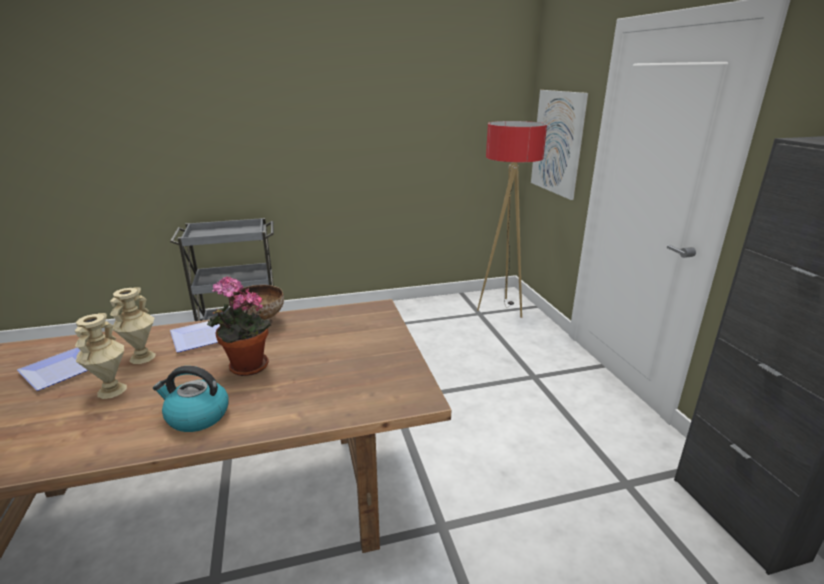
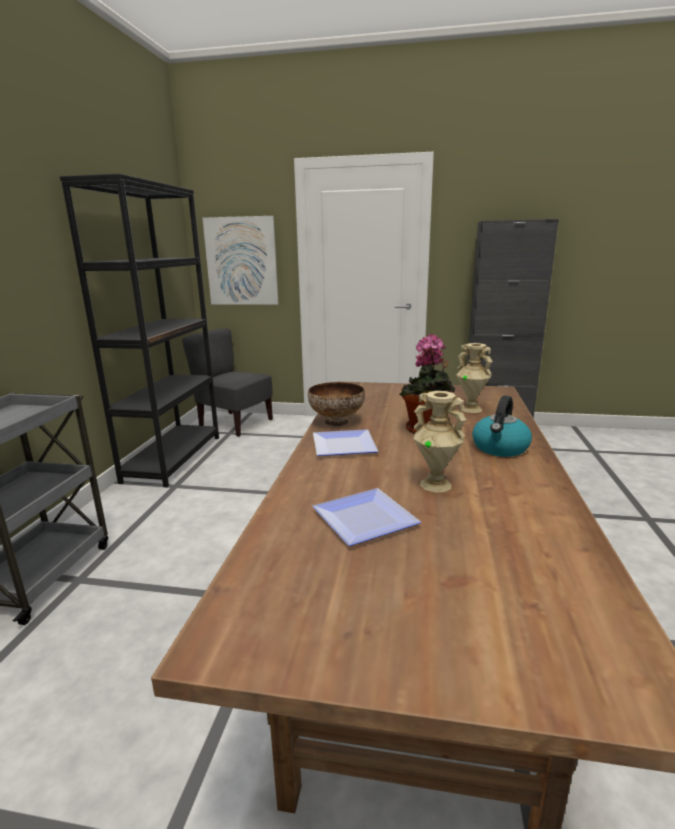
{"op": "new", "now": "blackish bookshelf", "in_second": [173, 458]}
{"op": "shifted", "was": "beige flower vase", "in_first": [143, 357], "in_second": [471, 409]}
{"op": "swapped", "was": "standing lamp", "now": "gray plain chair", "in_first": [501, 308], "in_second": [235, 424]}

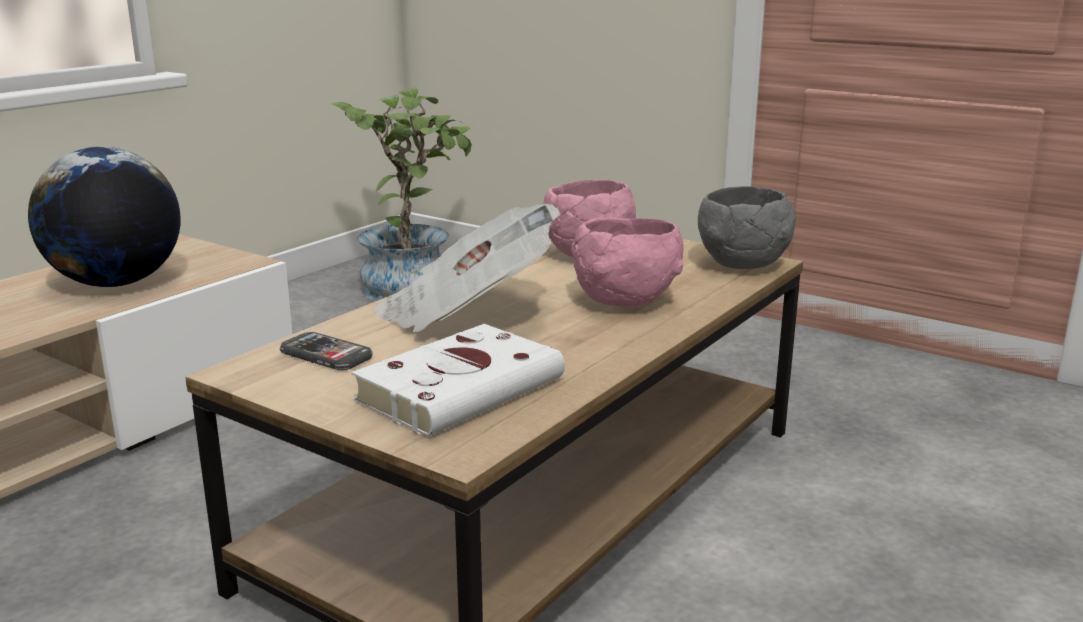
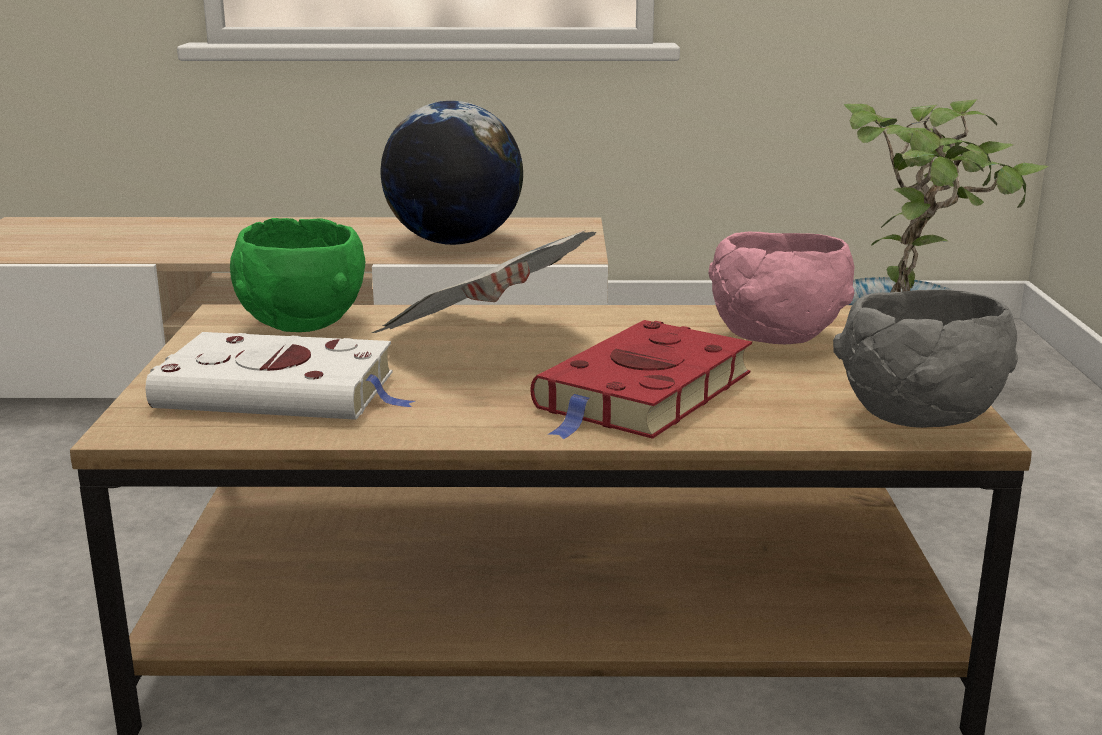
{"op": "swapped", "was": "handset", "now": "green serving bowl", "in_first": [326, 354], "in_second": [301, 326]}
{"op": "swapped", "was": "pink serving bowl", "now": "red-coloured bound book", "in_first": [626, 302], "in_second": [642, 393]}

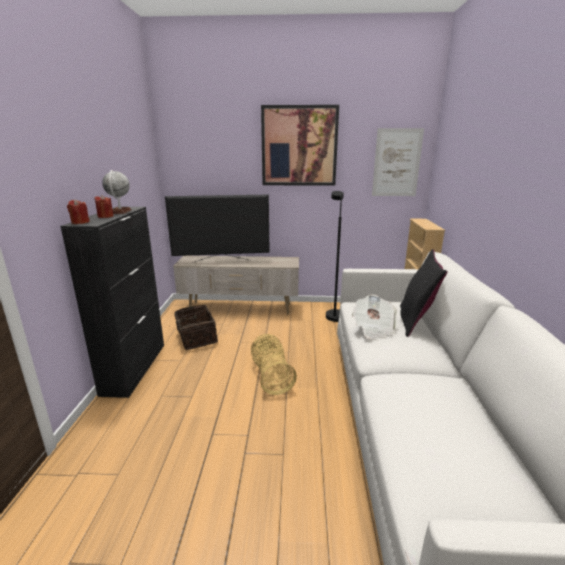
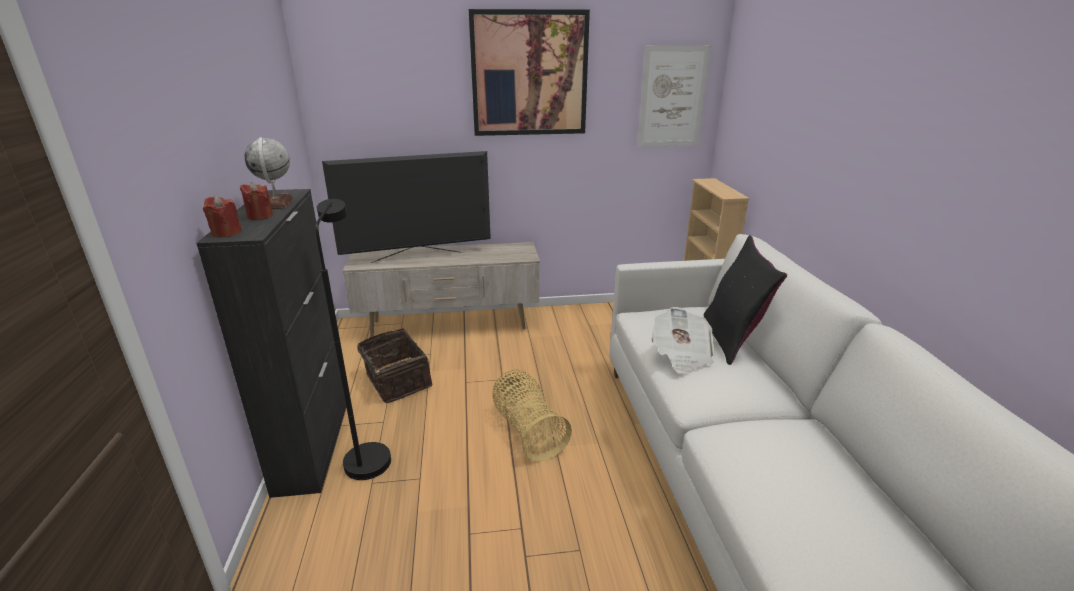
{"op": "shifted", "was": "blackish standing lamp", "in_first": [334, 314], "in_second": [367, 454]}

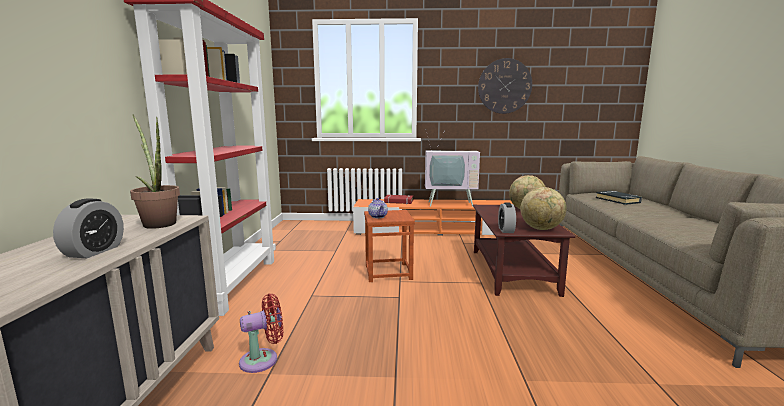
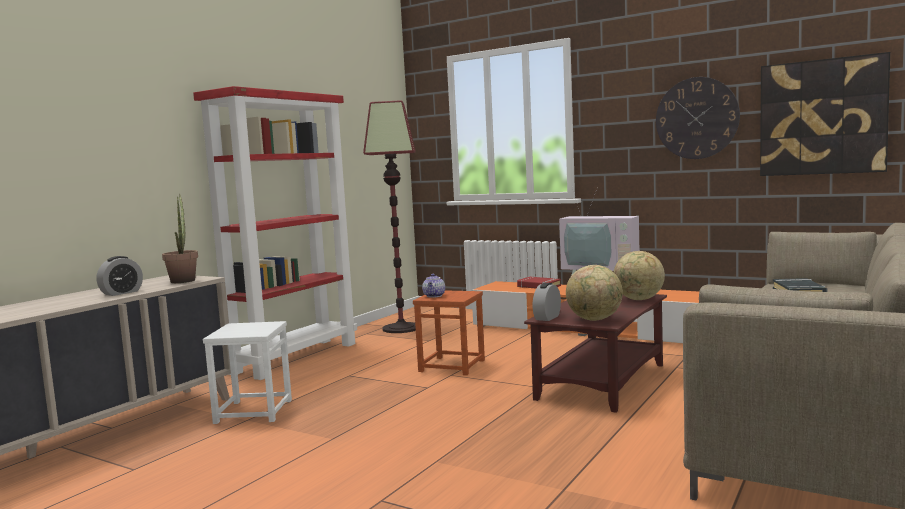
{"op": "new", "now": "standing lamp", "in_second": [401, 328]}
{"op": "new", "now": "wall art", "in_second": [822, 117]}
{"op": "swapped", "was": "red-coloured electric fan", "now": "white-coloured sitting stool", "in_first": [263, 360], "in_second": [253, 411]}

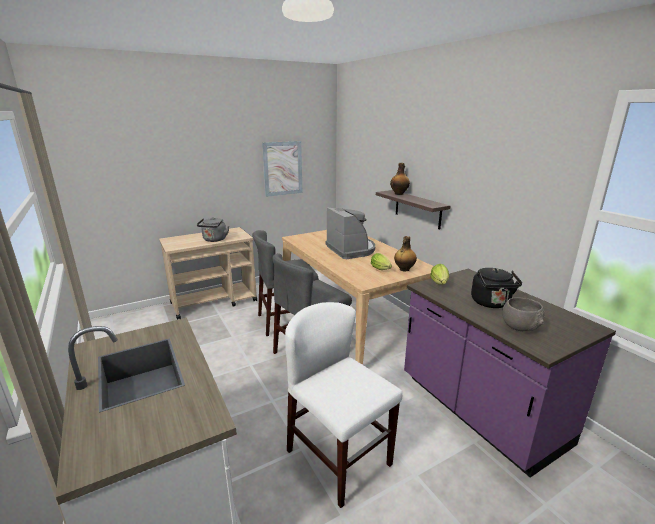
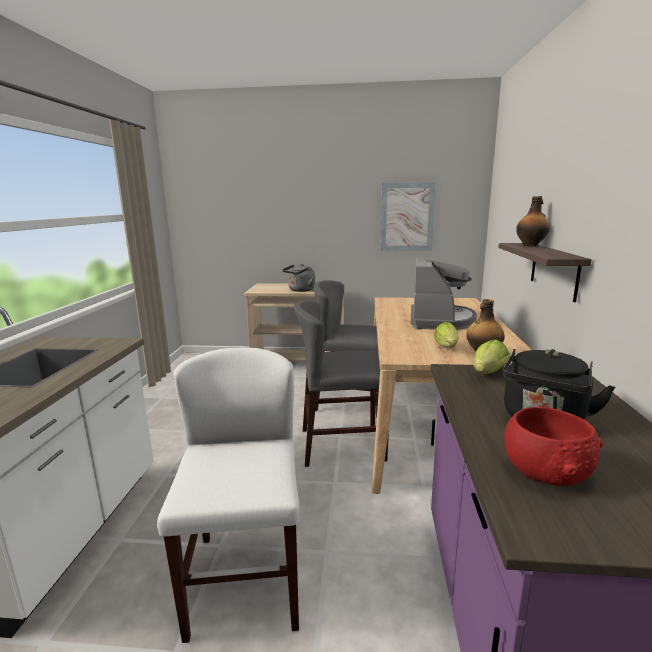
{"op": "repainted", "was": "gray serving bowl", "now": "red-coloured serving bowl", "in_first": [520, 326], "in_second": [546, 472]}

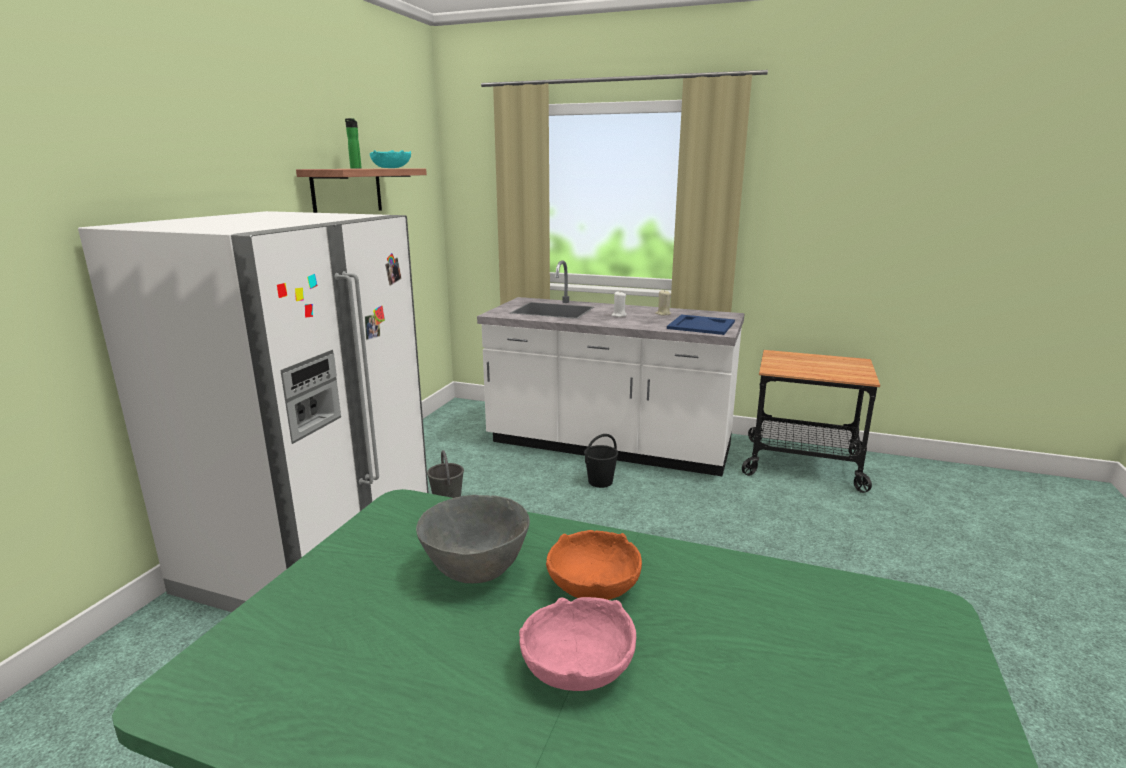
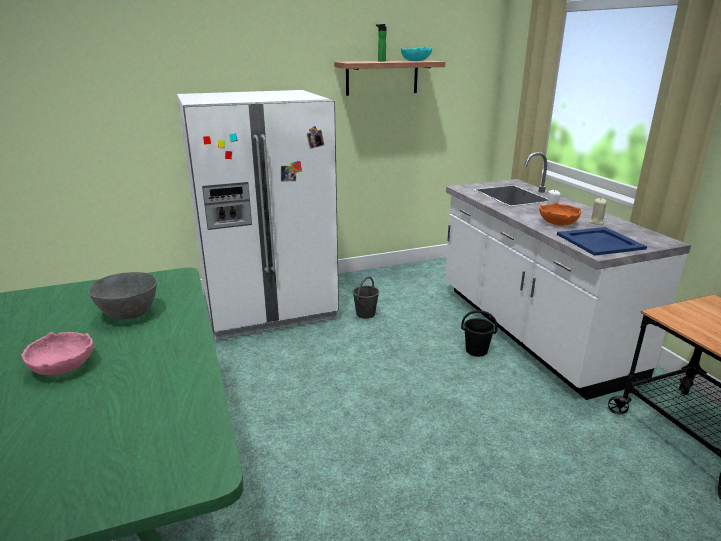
{"op": "shifted", "was": "orange serving bowl", "in_first": [595, 586], "in_second": [558, 223]}

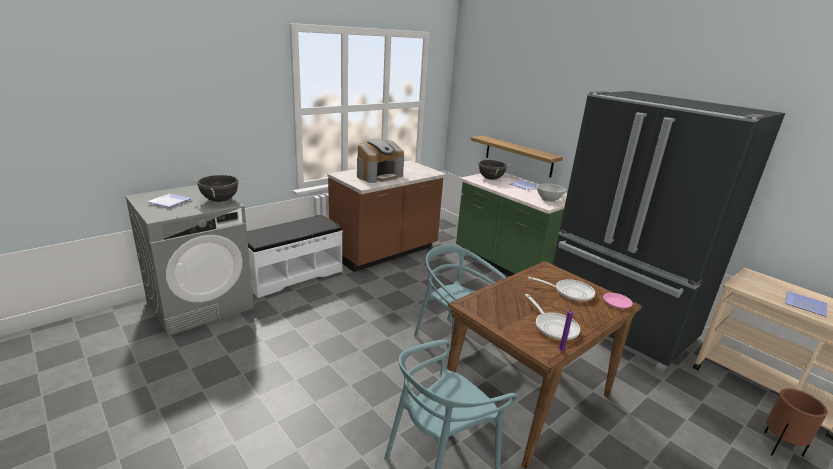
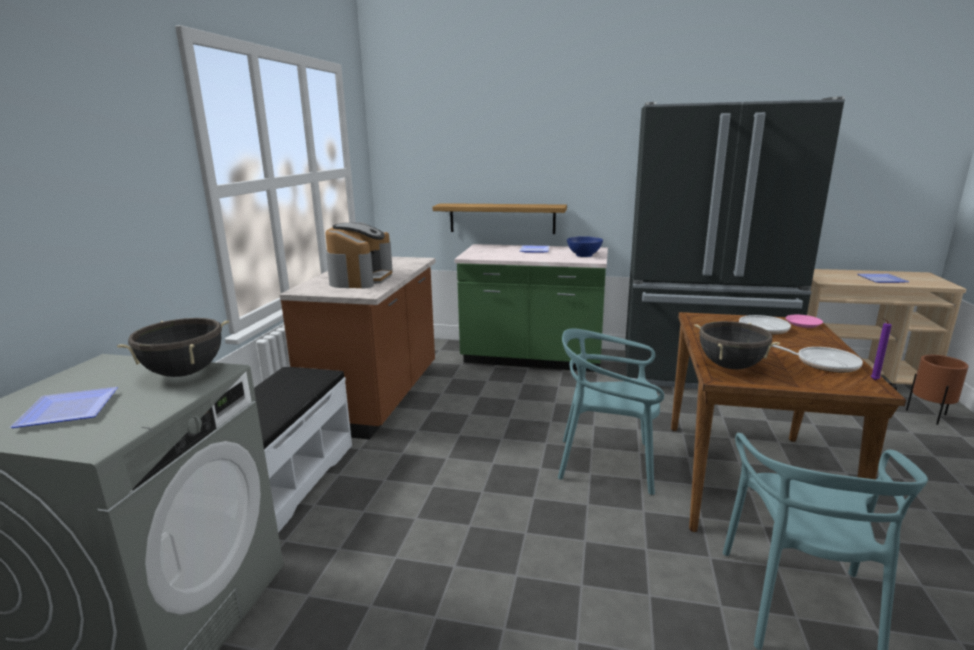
{"op": "shifted", "was": "blackish saucepot", "in_first": [490, 179], "in_second": [730, 366]}
{"op": "repainted", "was": "white-coloured serving bowl", "now": "blue serving bowl", "in_first": [548, 199], "in_second": [584, 255]}

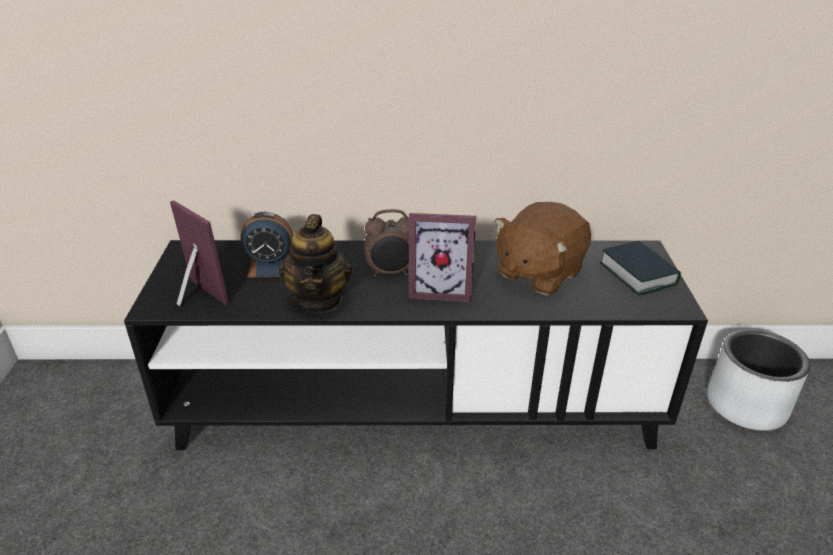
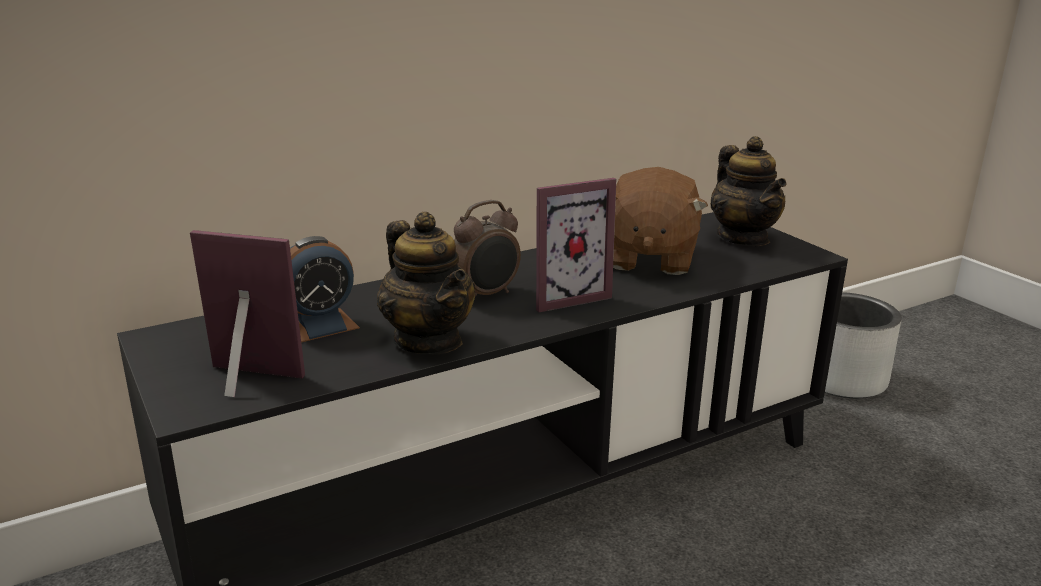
{"op": "swapped", "was": "bound book", "now": "tea pot", "in_first": [637, 274], "in_second": [743, 238]}

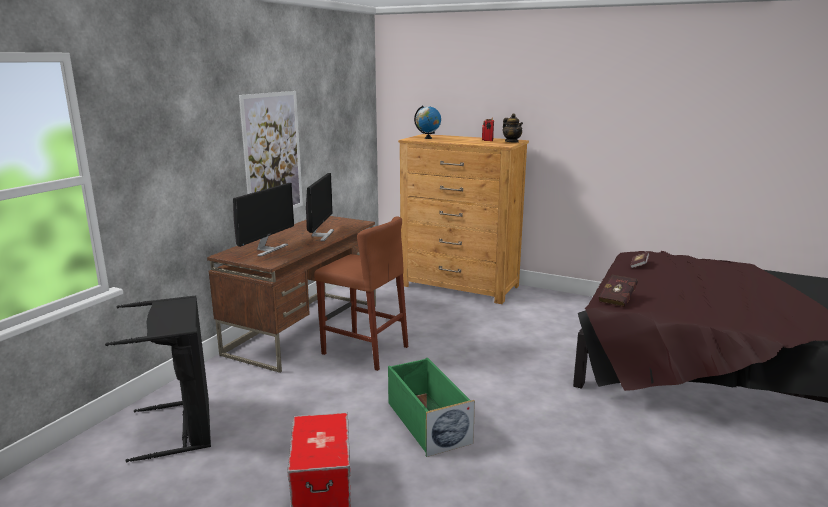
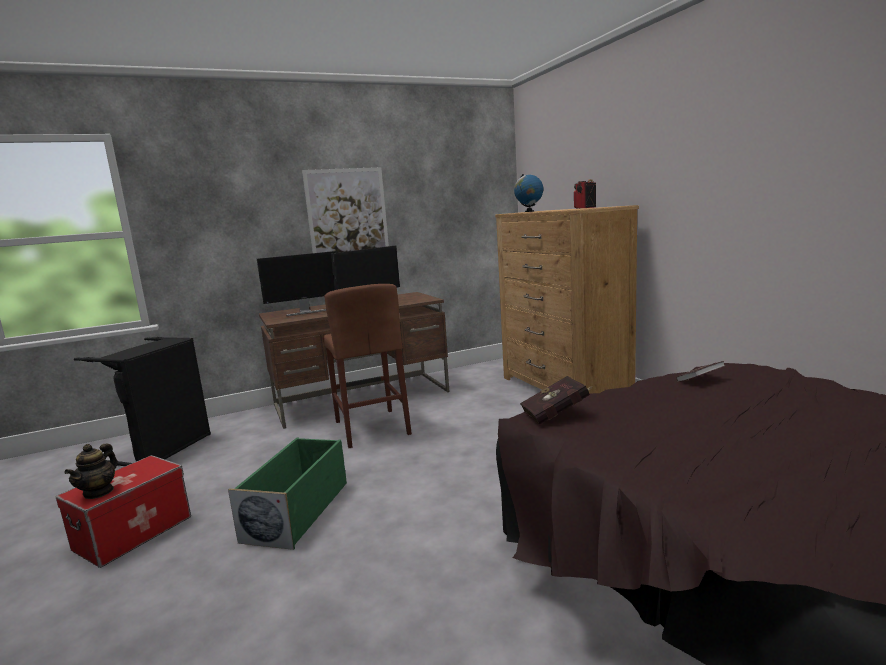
{"op": "shifted", "was": "tea pot", "in_first": [512, 142], "in_second": [99, 492]}

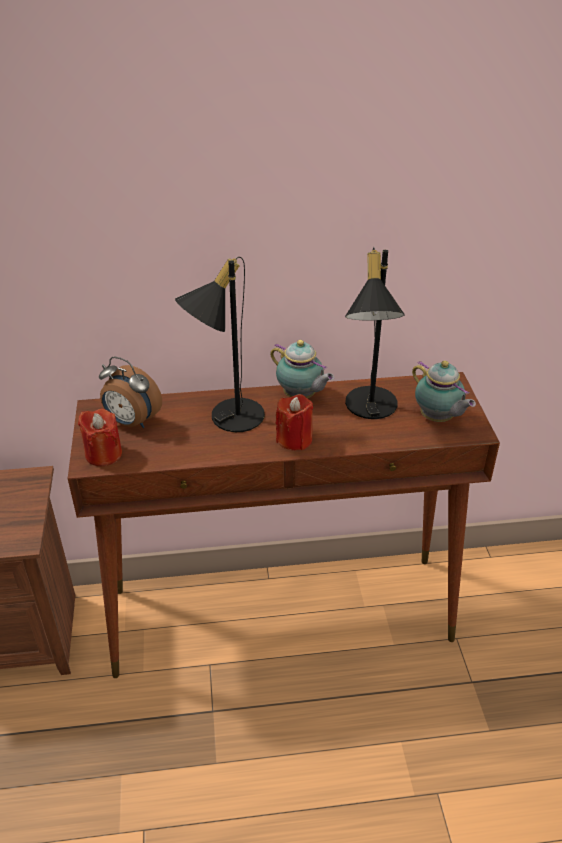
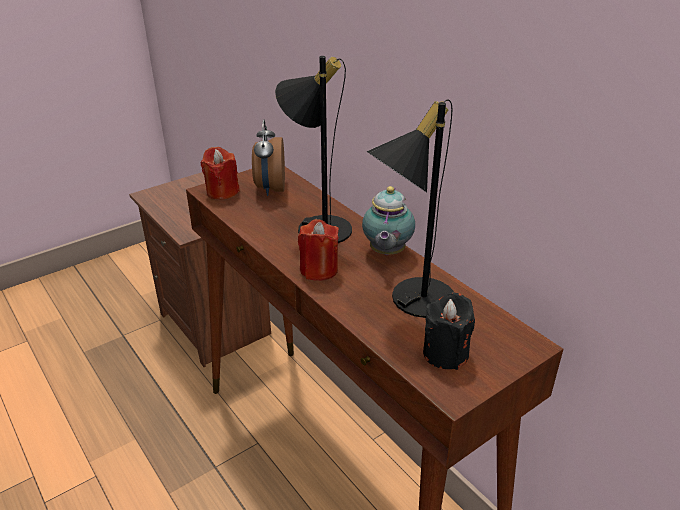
{"op": "swapped", "was": "tea pot", "now": "blackish candle", "in_first": [437, 419], "in_second": [445, 353]}

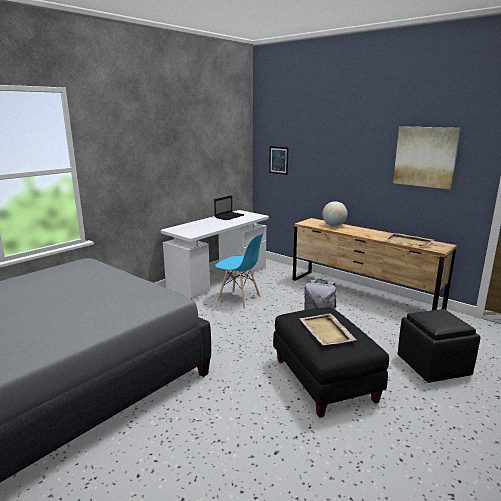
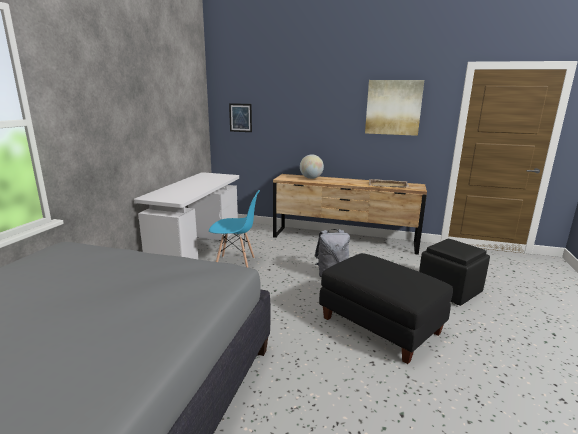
{"op": "gone", "was": "notebook computer", "in_first": [229, 216]}
{"op": "gone", "was": "beige carrying tray", "in_first": [326, 331]}

